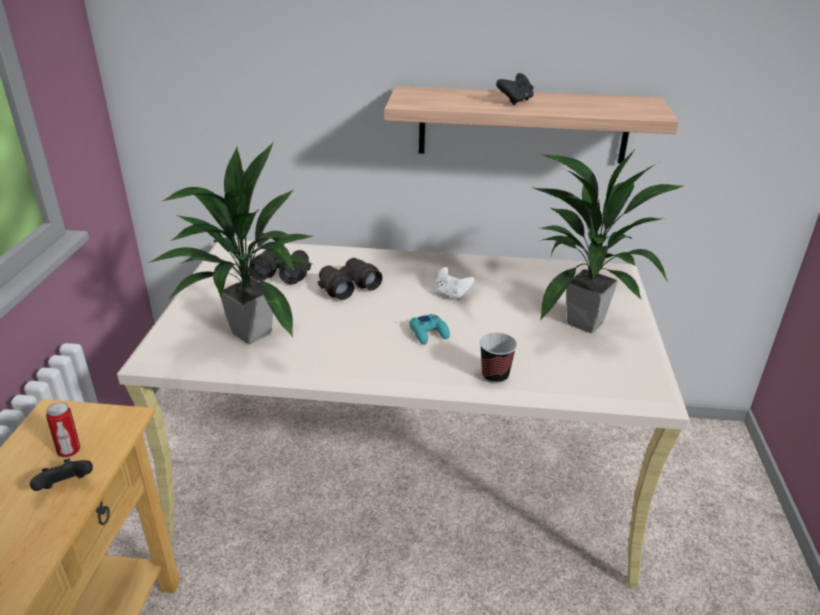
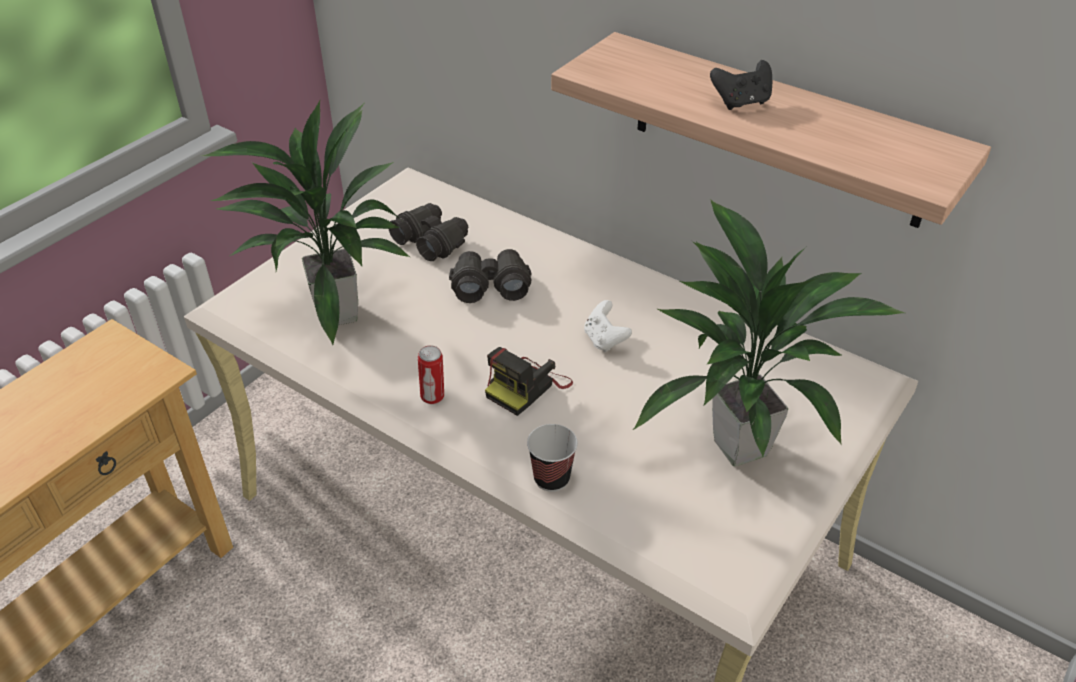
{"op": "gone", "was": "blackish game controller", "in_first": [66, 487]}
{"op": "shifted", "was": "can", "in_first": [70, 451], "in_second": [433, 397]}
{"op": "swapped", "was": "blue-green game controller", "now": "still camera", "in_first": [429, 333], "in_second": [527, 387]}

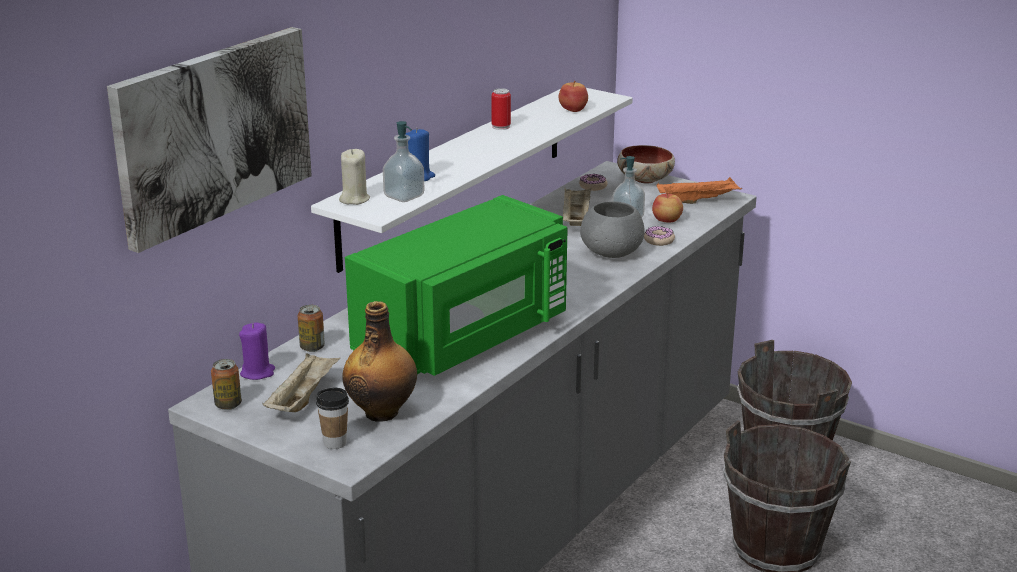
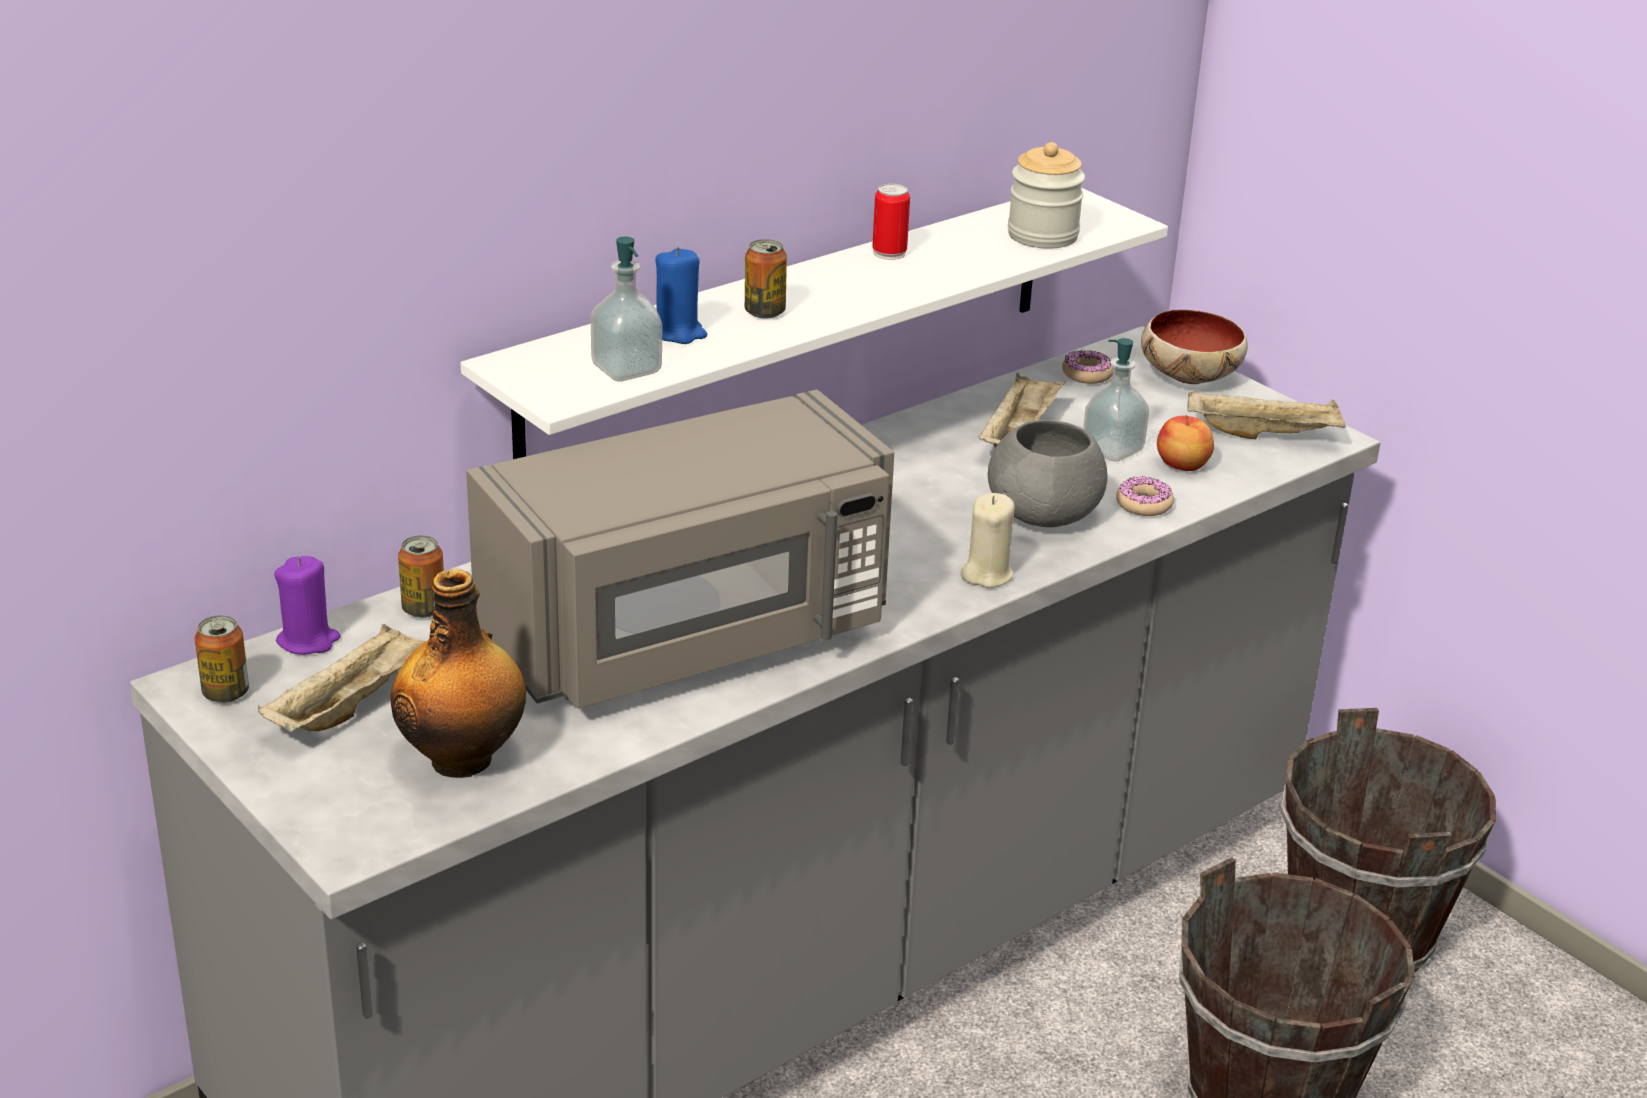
{"op": "gone", "was": "wall art", "in_first": [213, 133]}
{"op": "gone", "was": "cup", "in_first": [335, 443]}
{"op": "new", "now": "can", "in_second": [764, 312]}
{"op": "shifted", "was": "beige candle", "in_first": [354, 199], "in_second": [986, 574]}
{"op": "swapped", "was": "apple", "now": "storage jar", "in_first": [573, 109], "in_second": [1042, 235]}
{"op": "repainted", "was": "green kitchen microwave", "now": "gray kitchen microwave", "in_first": [466, 336], "in_second": [691, 636]}
{"op": "repainted", "was": "orange carrying tray", "now": "beige carrying tray", "in_first": [698, 200], "in_second": [1264, 434]}

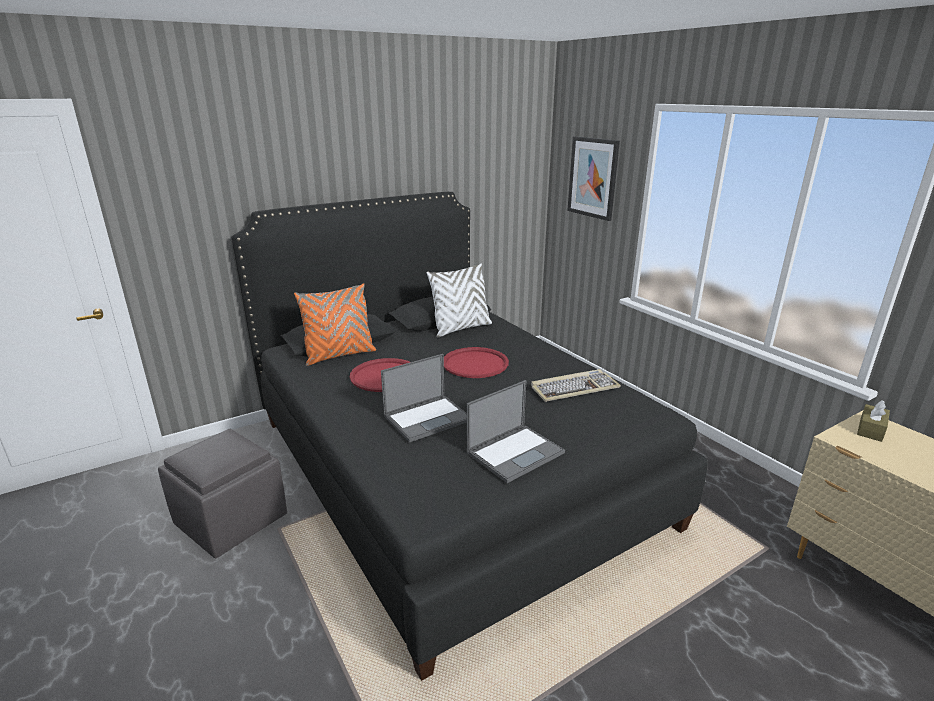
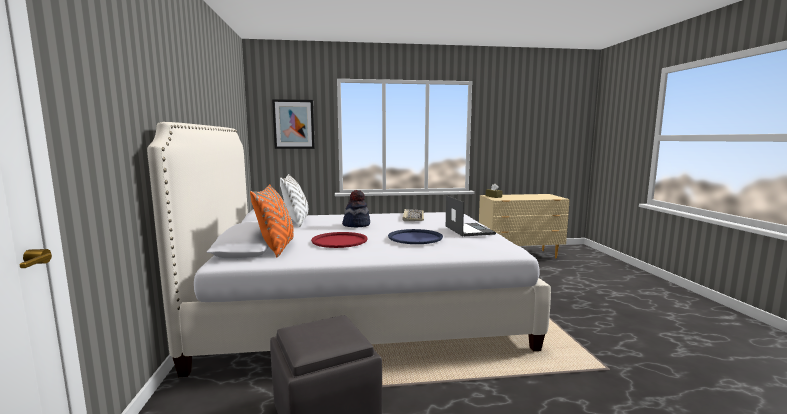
{"op": "swapped", "was": "notebook computer", "now": "blue carrying tray", "in_first": [428, 418], "in_second": [415, 237]}
{"op": "swapped", "was": "red-coloured carrying tray", "now": "hat", "in_first": [475, 363], "in_second": [356, 225]}
{"op": "repainted", "was": "blackish bed", "now": "white-coloured bed", "in_first": [448, 469], "in_second": [361, 309]}

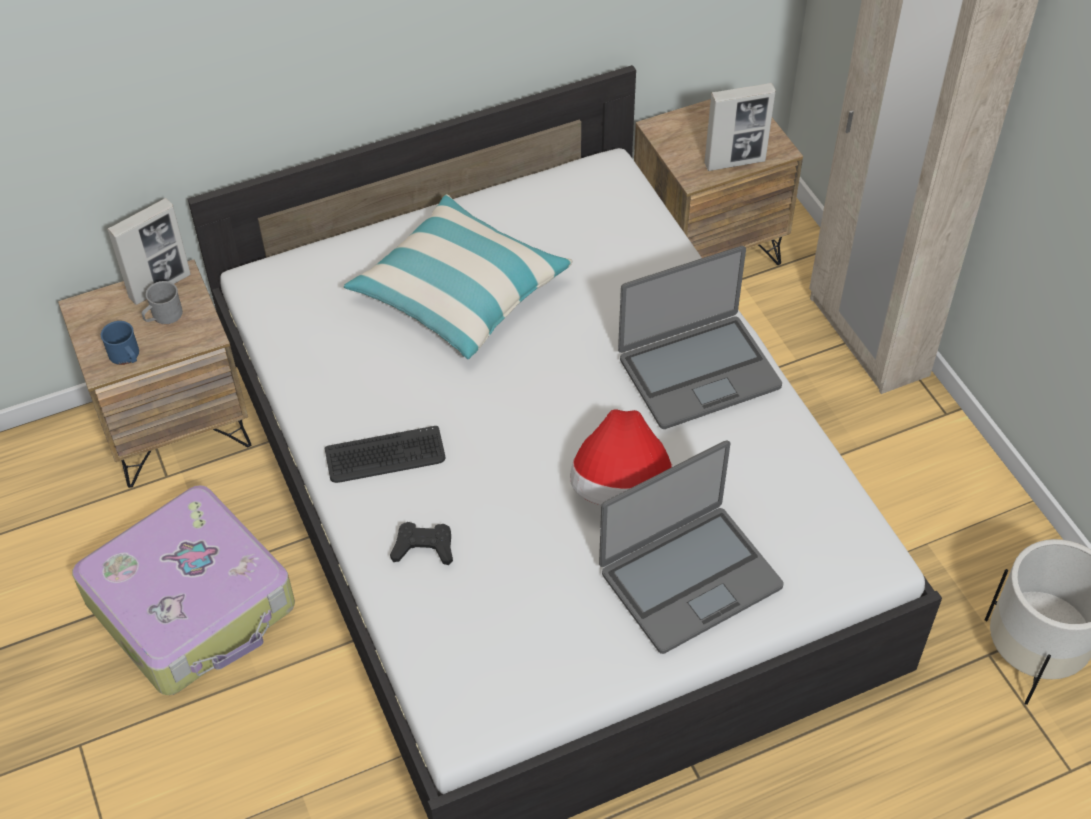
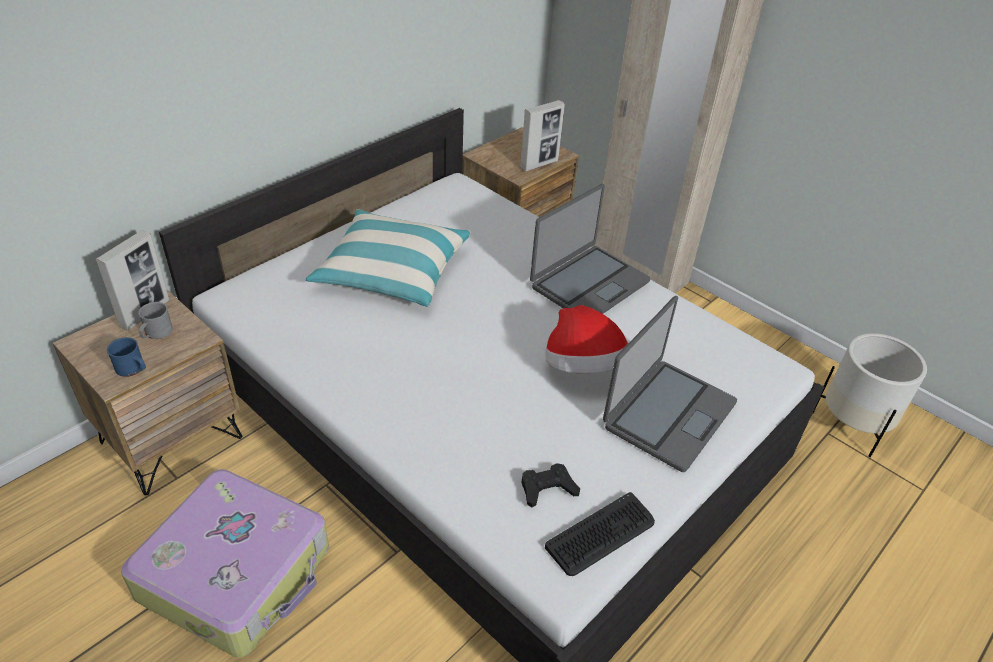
{"op": "shifted", "was": "computer keyboard", "in_first": [385, 456], "in_second": [601, 534]}
{"op": "shifted", "was": "blackish game controller", "in_first": [423, 547], "in_second": [547, 488]}

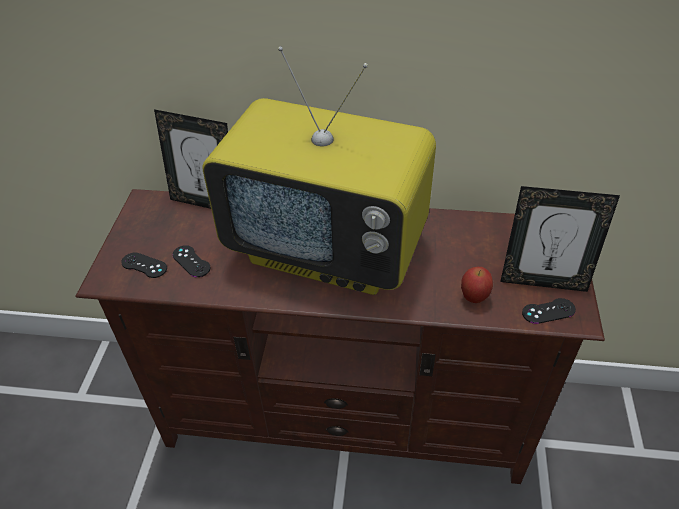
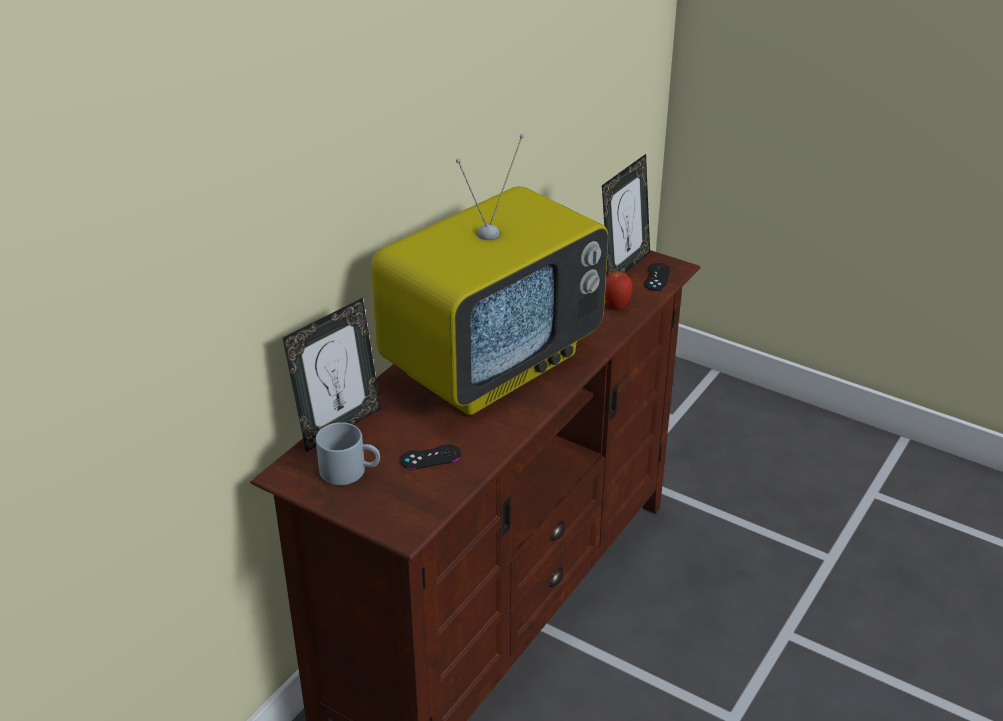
{"op": "gone", "was": "blackish game controller", "in_first": [144, 265]}
{"op": "new", "now": "gray mug", "in_second": [350, 470]}

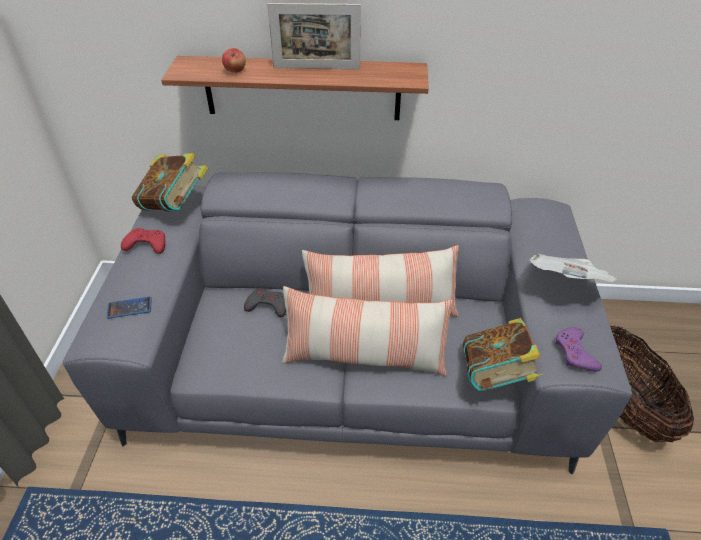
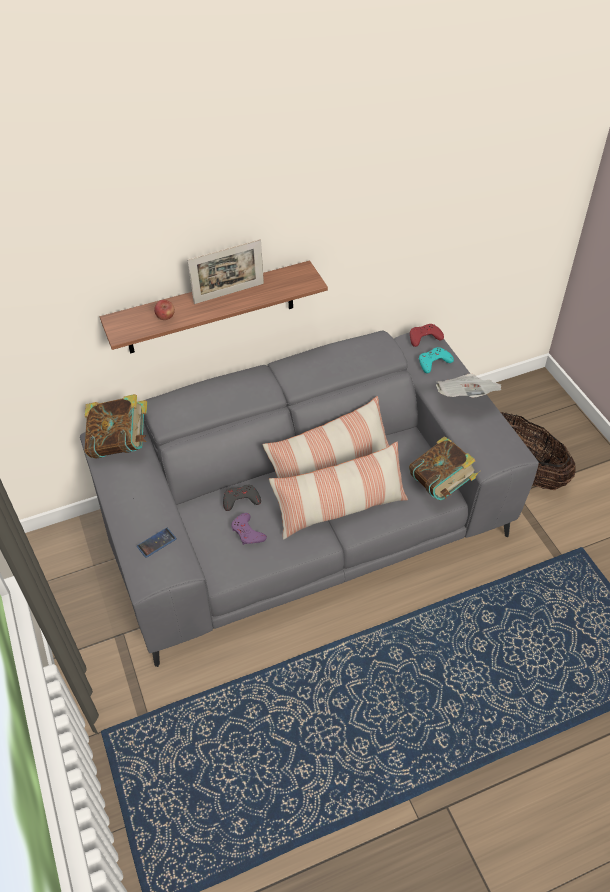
{"op": "new", "now": "blue-green game controller", "in_second": [433, 362]}
{"op": "shifted", "was": "red-coloured game controller", "in_first": [146, 244], "in_second": [424, 337]}
{"op": "shifted", "was": "purple game controller", "in_first": [575, 353], "in_second": [247, 532]}

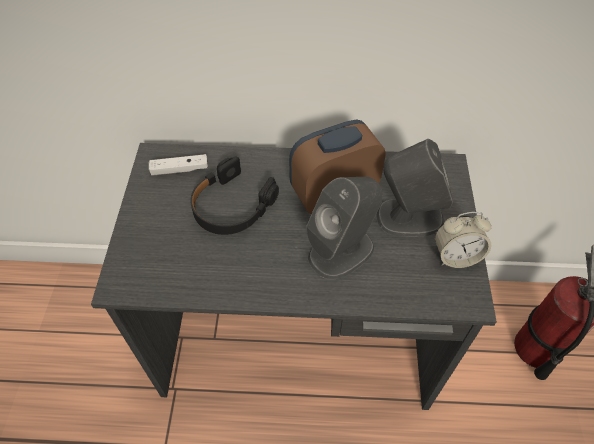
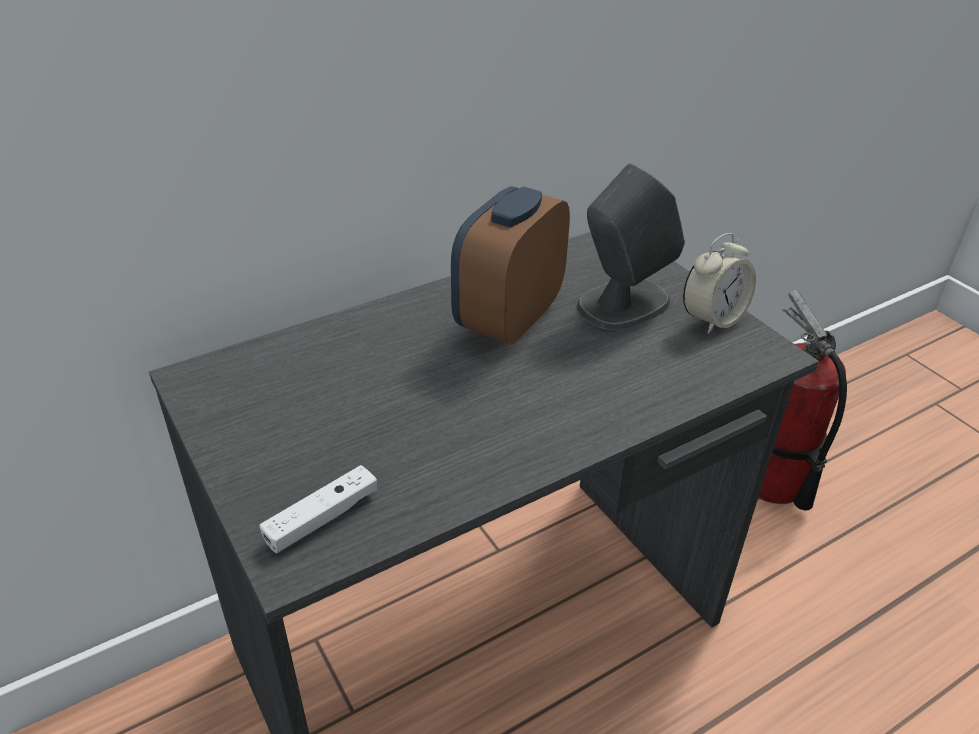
{"op": "gone", "was": "blackish headphones", "in_first": [231, 206]}
{"op": "gone", "was": "gray loudspeaker", "in_first": [342, 251]}
{"op": "shifted", "was": "white-coloured game controller", "in_first": [180, 169], "in_second": [322, 518]}

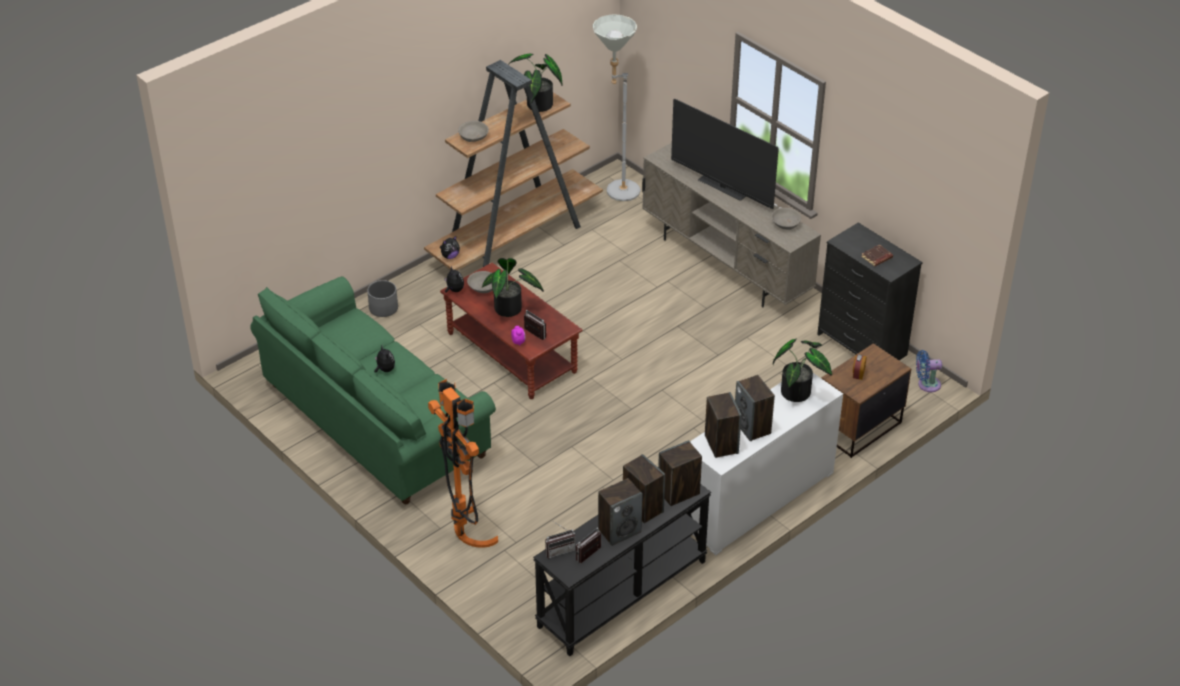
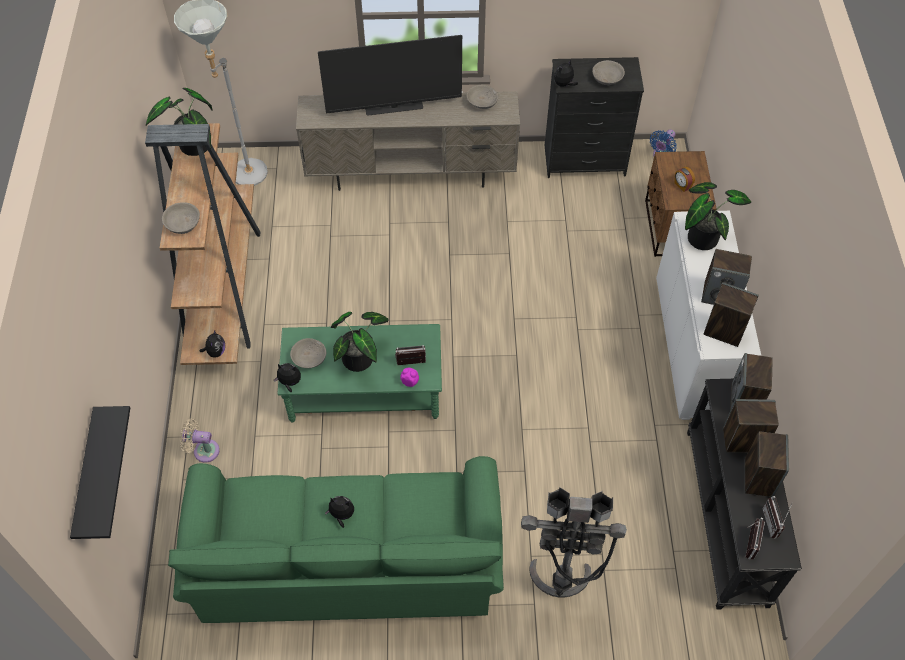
{"op": "new", "now": "blackish wall shelf", "in_second": [87, 478]}
{"op": "new", "now": "plush toy", "in_second": [564, 84]}
{"op": "swapped", "was": "gray planter", "now": "beige electric fan", "in_first": [383, 309], "in_second": [203, 450]}
{"op": "swapped", "was": "brownish bound book", "now": "gray serving bowl", "in_first": [877, 258], "in_second": [607, 78]}
{"op": "repainted", "was": "orange standing lamp", "now": "gray standing lamp", "in_first": [465, 535], "in_second": [559, 589]}
{"op": "repainted", "was": "brownish coffee table", "now": "green coffee table", "in_first": [511, 352], "in_second": [364, 391]}

